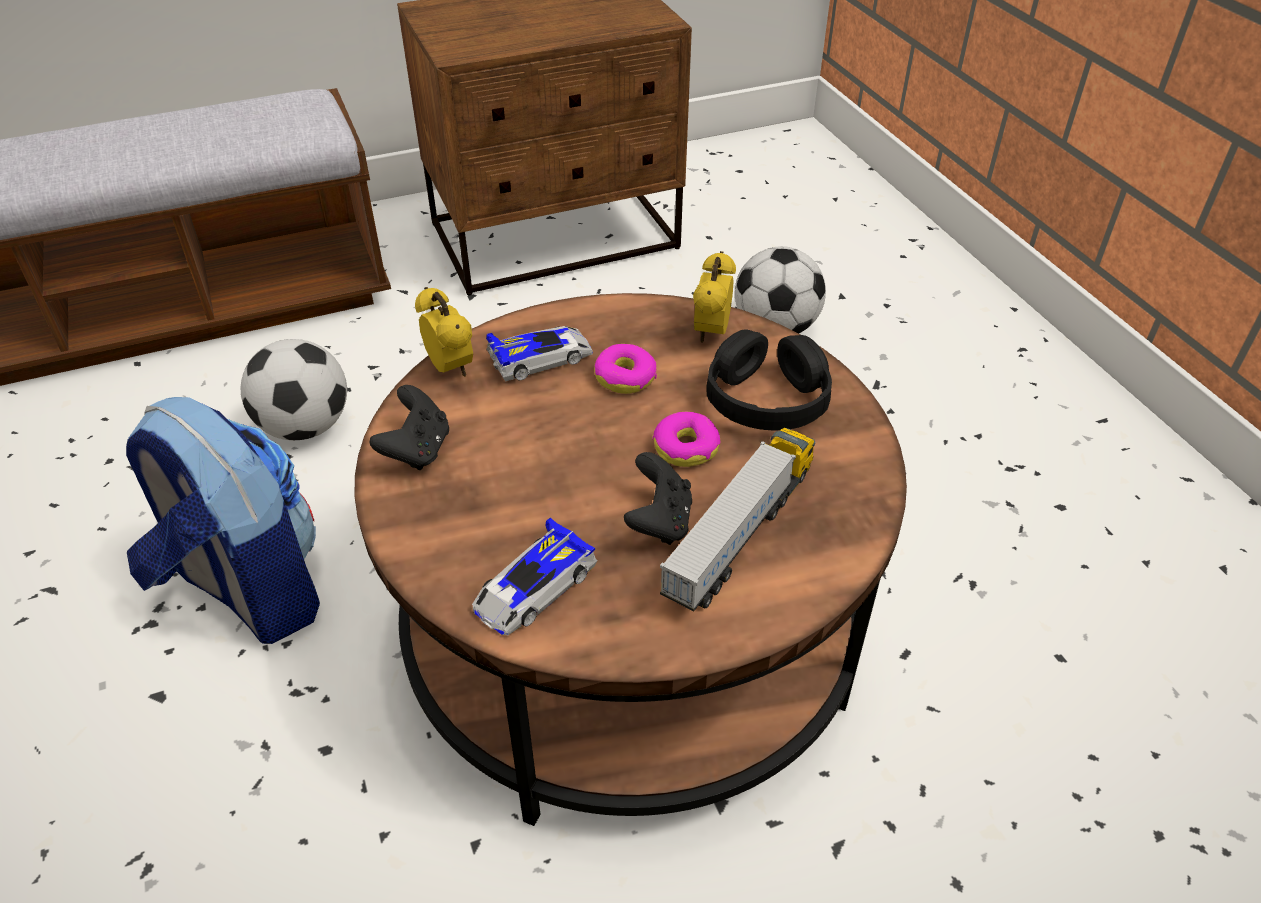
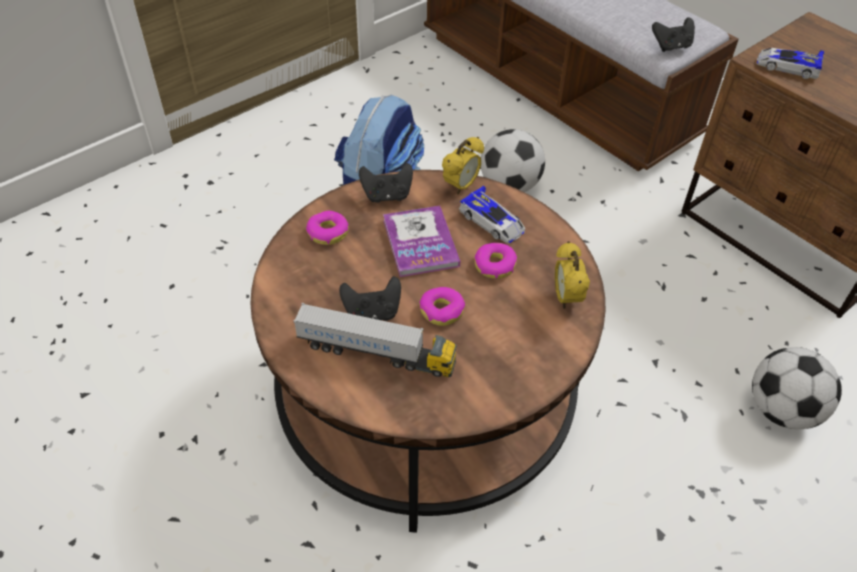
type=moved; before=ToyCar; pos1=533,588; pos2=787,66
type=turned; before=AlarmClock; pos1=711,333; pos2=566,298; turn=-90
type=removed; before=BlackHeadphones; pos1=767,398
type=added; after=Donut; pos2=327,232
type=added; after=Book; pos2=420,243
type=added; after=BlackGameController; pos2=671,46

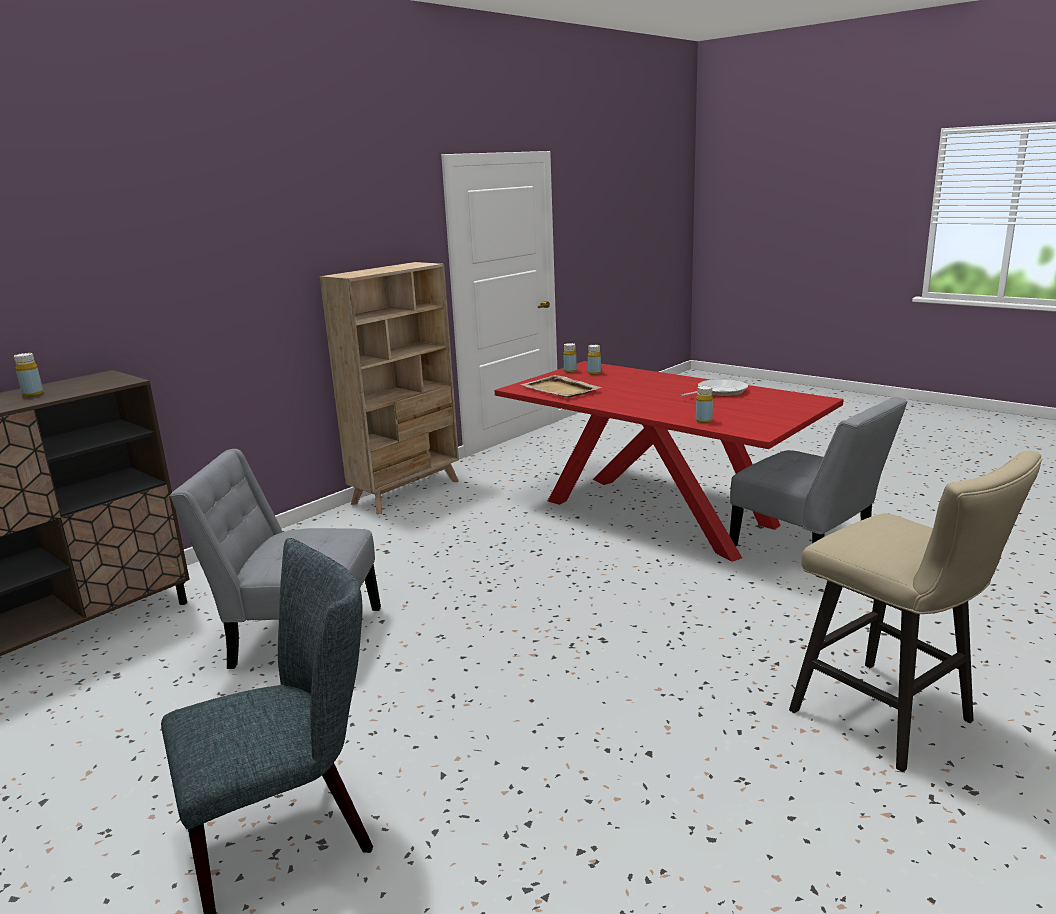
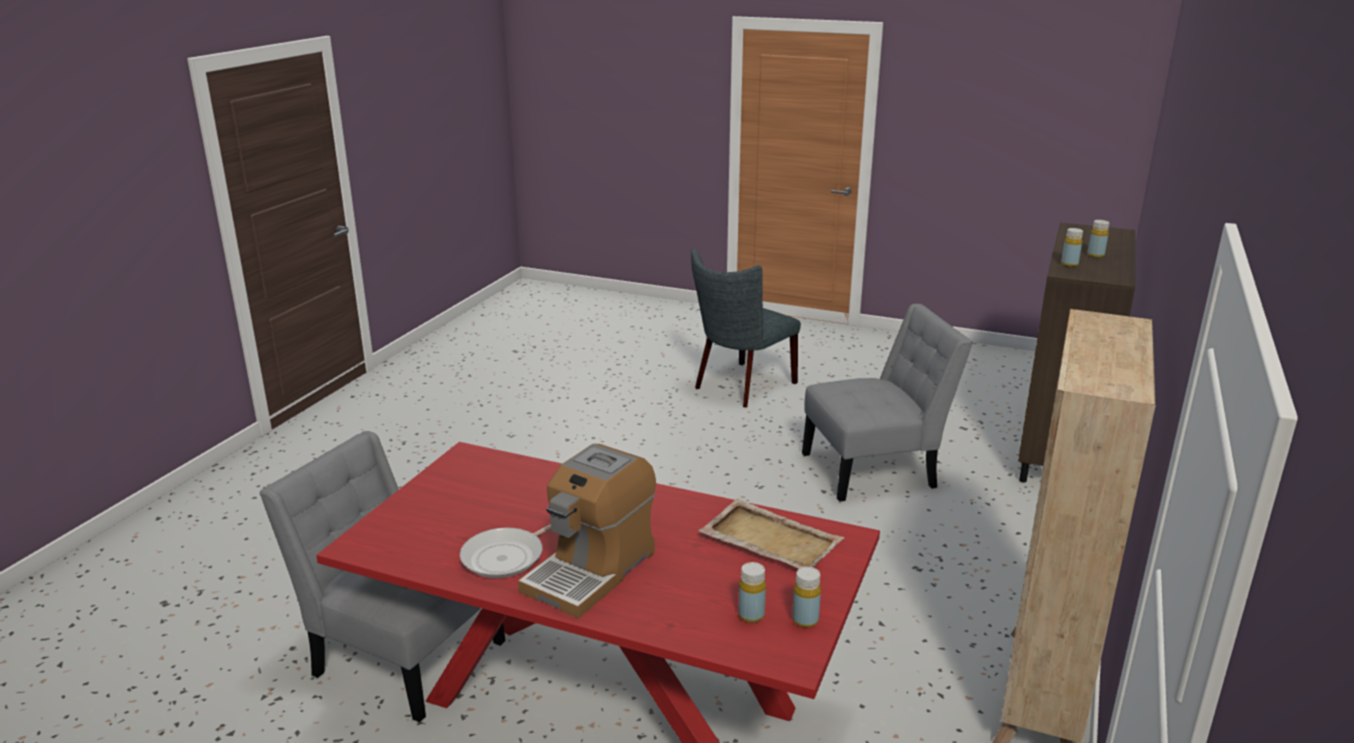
type=moved; before=YellowBottle; pos1=703,421; pos2=1069,264
type=removed; before=BeigeStool; pos1=892,720
type=added; after=CoffeeMachine; pos2=591,570

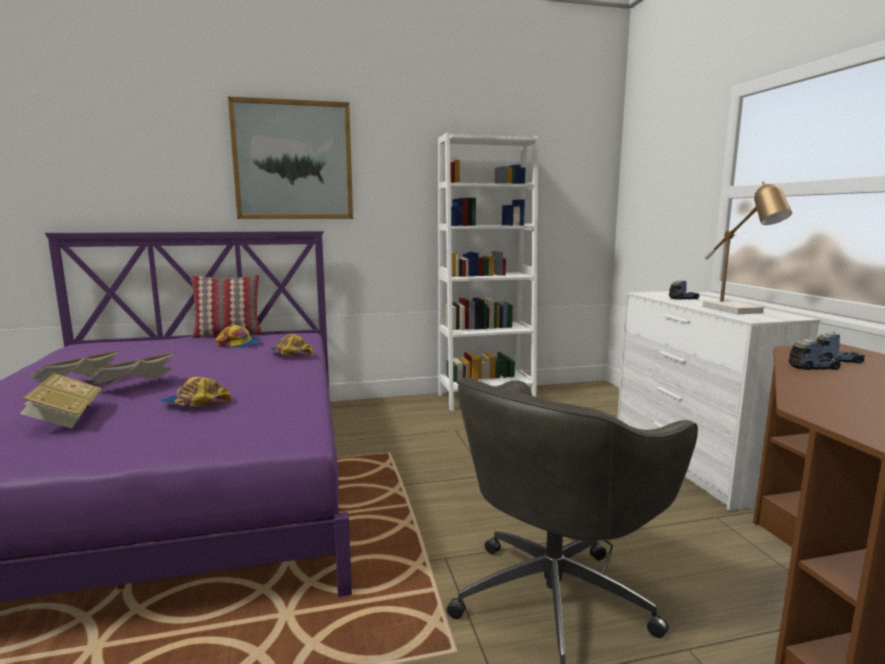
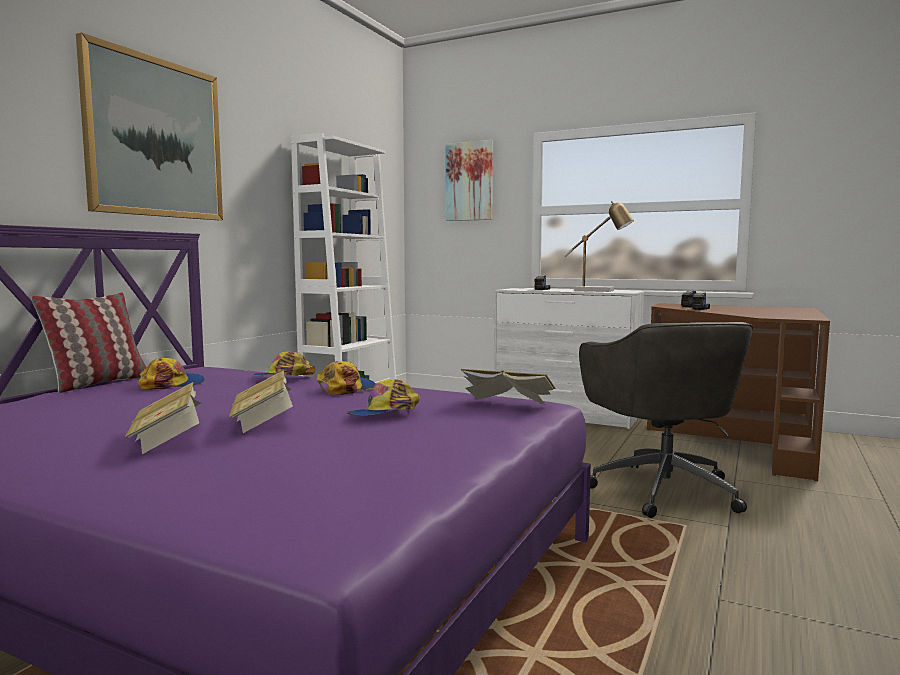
type=moved; before=Book; pos1=66,417; pos2=507,405
type=added; after=Cap; pos2=346,388
type=added; after=Picture; pos2=469,181

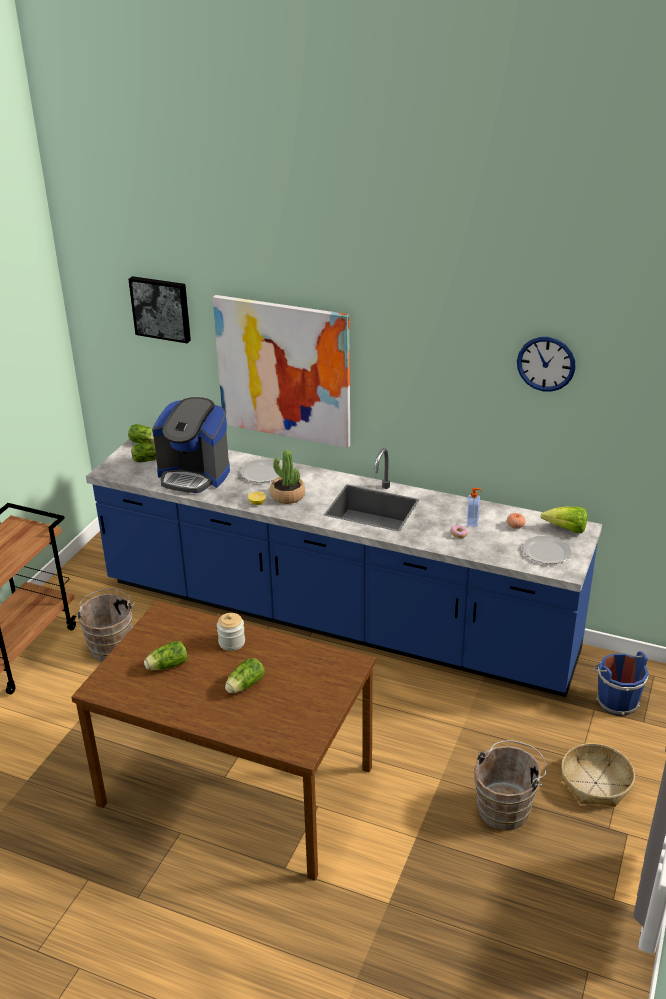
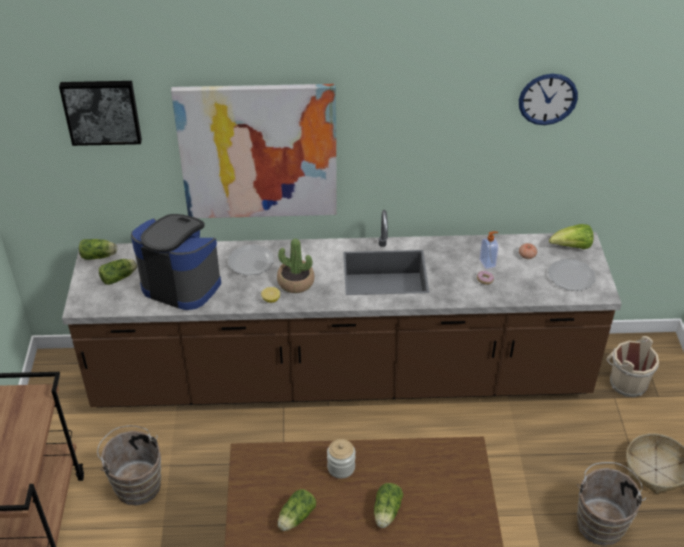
type=recoloured; before=BlueCounter; after=BrownCounter; pos1=335,619; pos2=342,380
type=turned; before=CoffeeMachine; pos1=194,475; pos2=181,284; turn=-150
type=recoloured; before=BlueBucket; after=BeigeBucket; pos1=615,700; pos2=626,383

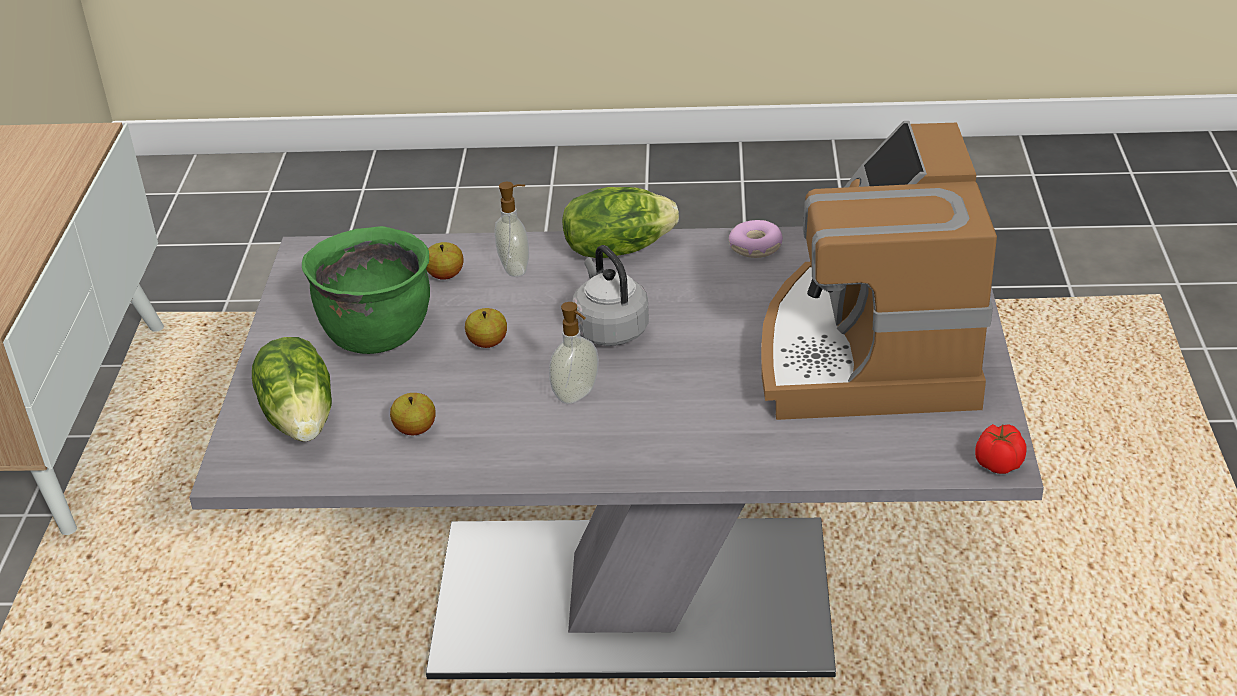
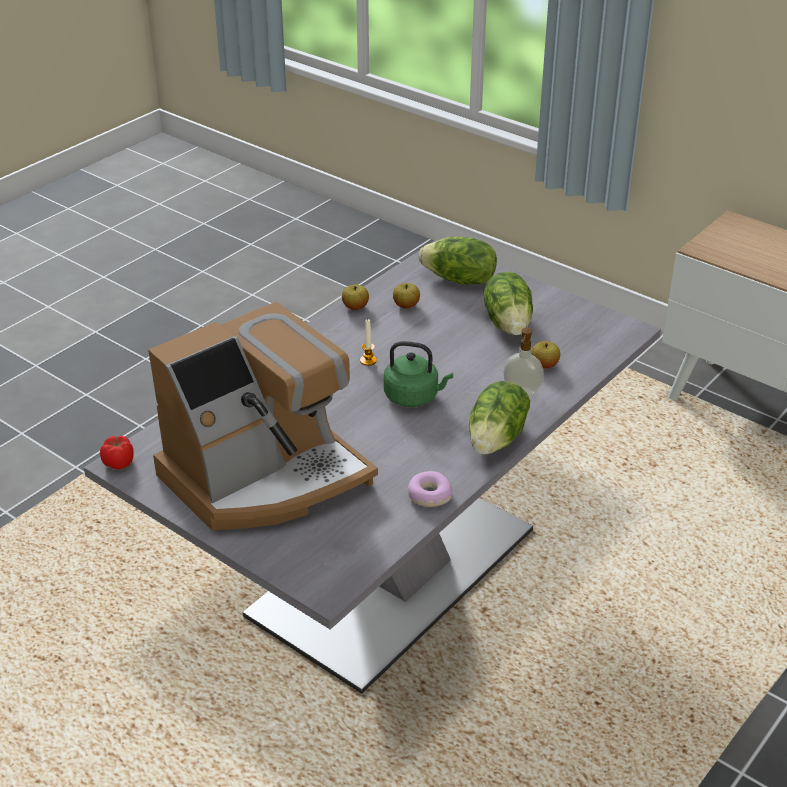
type=replaced; before=GreenCookingPot; after=Lettuce; pos1=377,333; pos2=509,323
type=moved; before=Apple; pos1=487,343; pos2=355,307
type=replaced; before=SoapDispenser; after=Candle; pos1=577,395; pos2=368,360
type=recoloured; before=GreyKettle; after=GreenKettle; pos1=609,328; pos2=414,397
type=turned; before=CoffeeMachine; pos1=868,351; pos2=266,476; turn=105

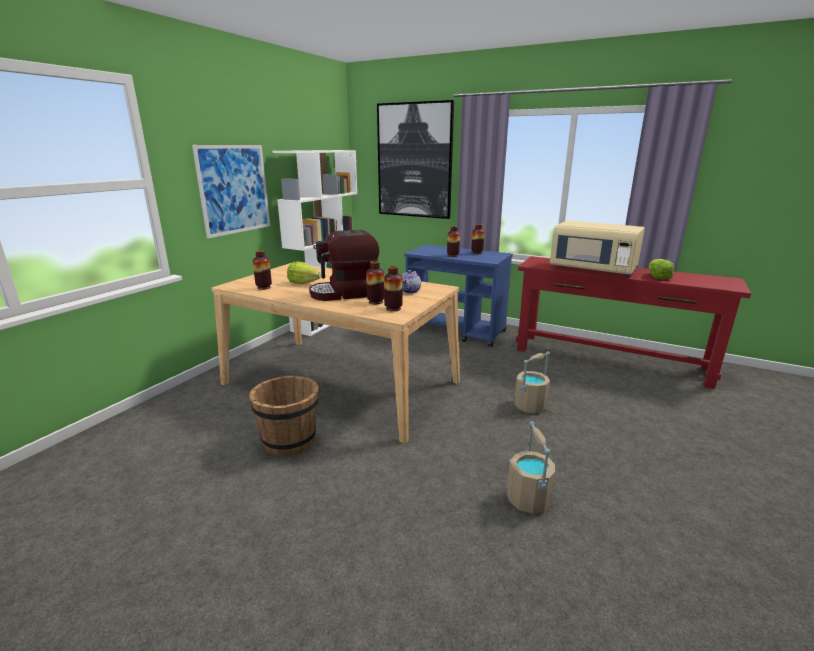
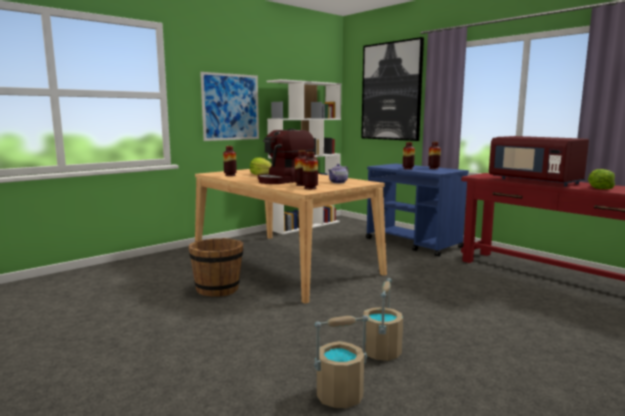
type=turned; before=CoffeeMachine; pos1=345,293; pos2=285,180; turn=-45
type=moved; before=BeigeBucket; pos1=530,406; pos2=339,396
type=recoloured; before=BeigeMicrowave; after=RedMicrowave; pos1=593,270; pos2=535,181

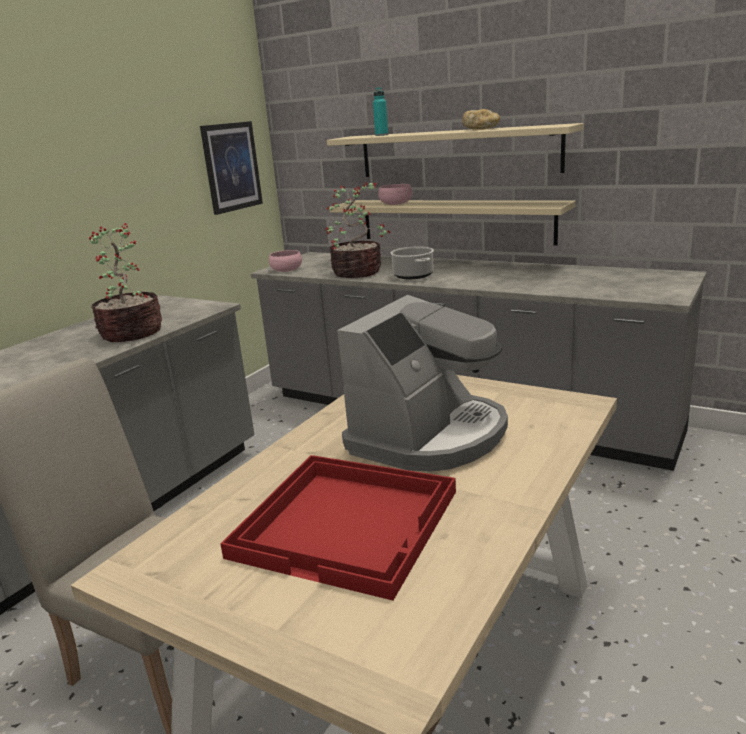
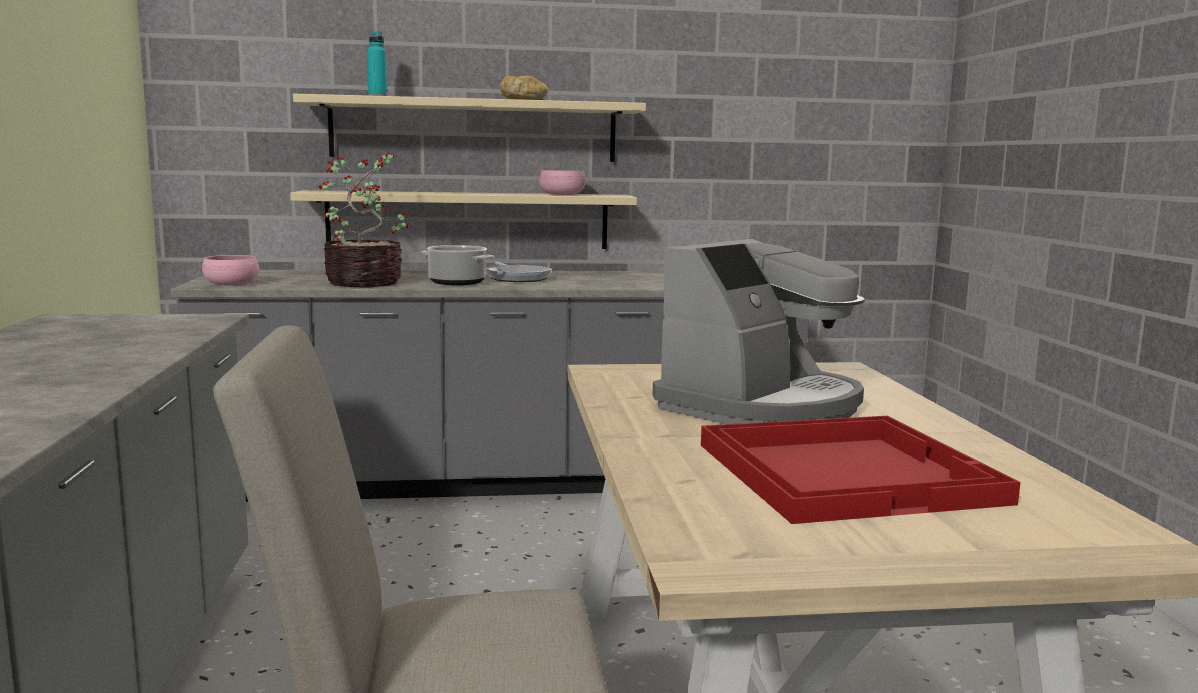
type=removed; before=PottedPlant; pos1=132,333
type=removed; before=Picture; pos1=231,167
type=turned; before=CoffeeMachine; pos1=429,435; pos2=761,405; turn=45
type=moved; before=PinkBowl; pos1=395,203; pos2=562,194
type=added; after=FryingPan; pos2=517,278

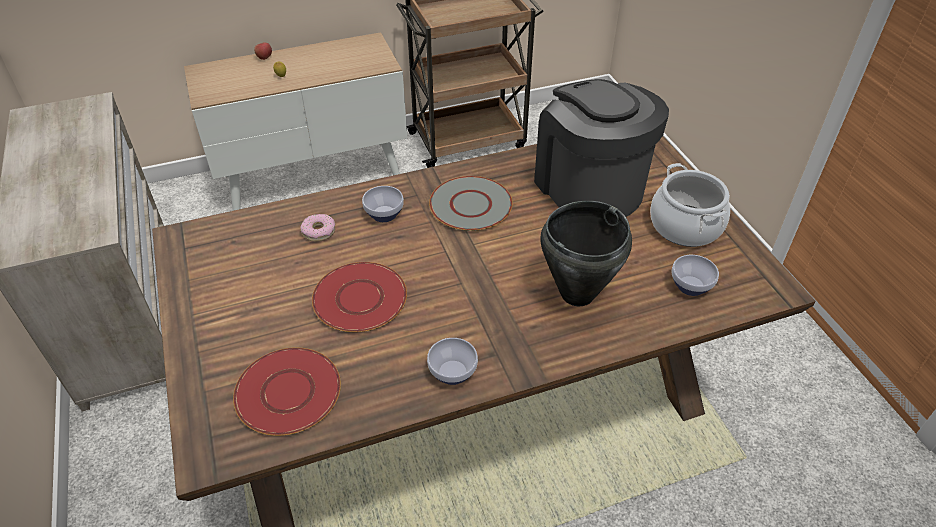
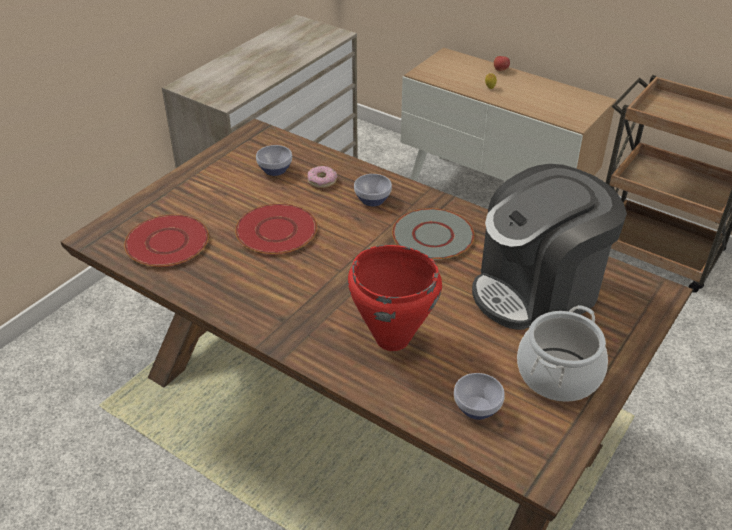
type=moved; before=Bowl; pos1=452,371; pos2=276,169
type=turned; before=CoffeeMachine; pos1=589,187; pos2=537,291; turn=-150
type=recoloured; before=BlackCookingPot; after=RedCookingPot; pos1=576,293; pos2=392,338

